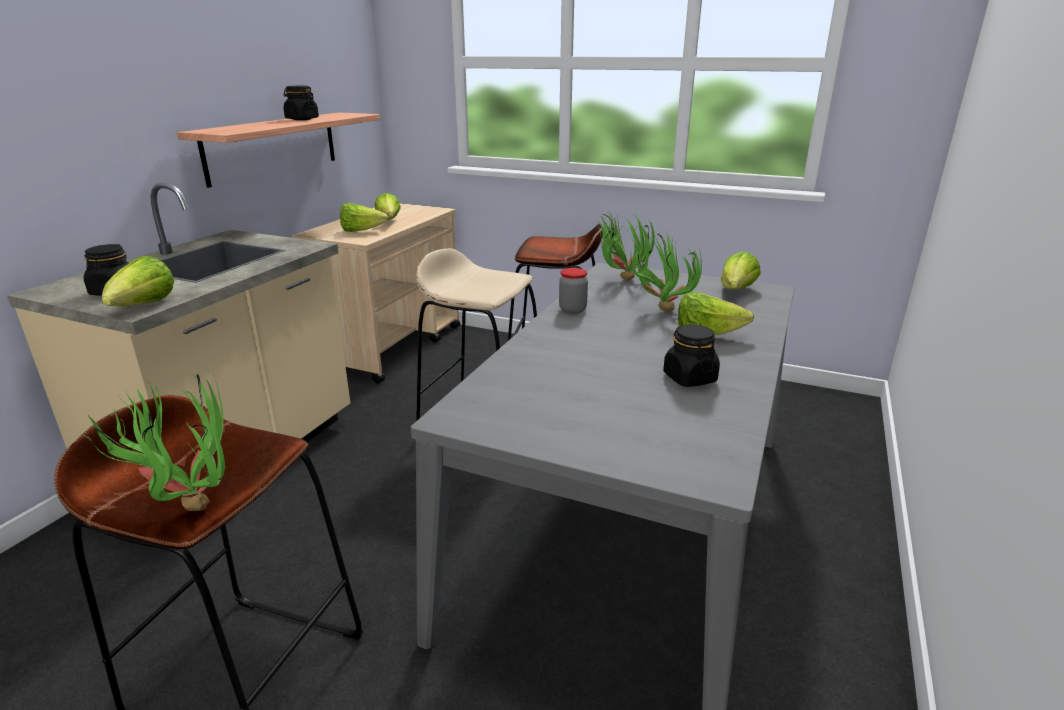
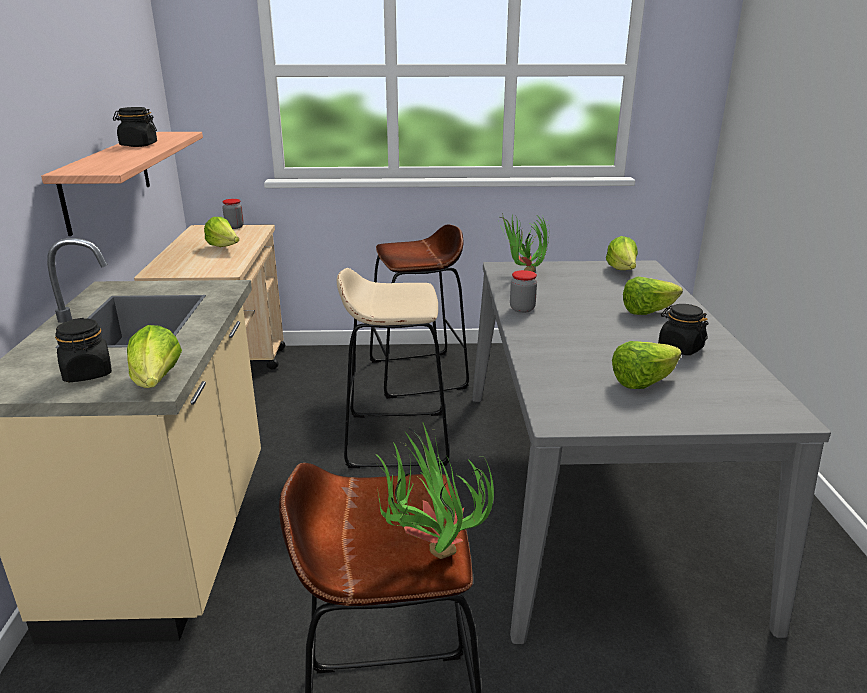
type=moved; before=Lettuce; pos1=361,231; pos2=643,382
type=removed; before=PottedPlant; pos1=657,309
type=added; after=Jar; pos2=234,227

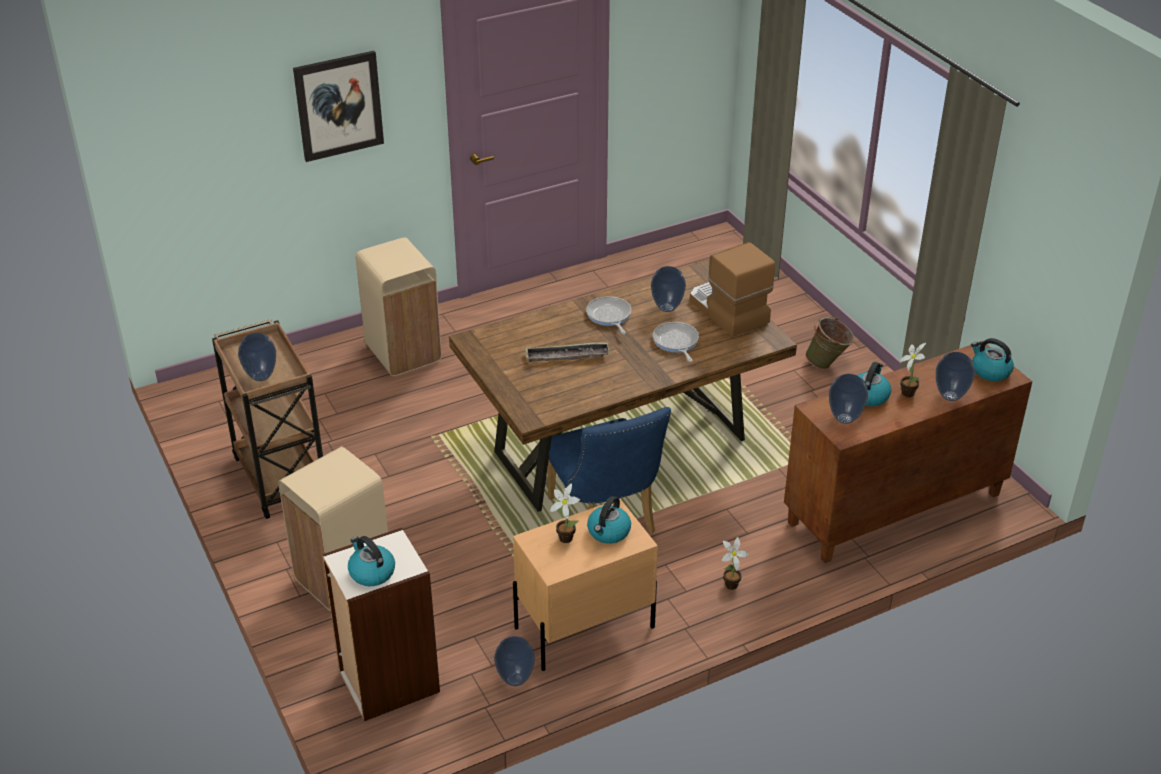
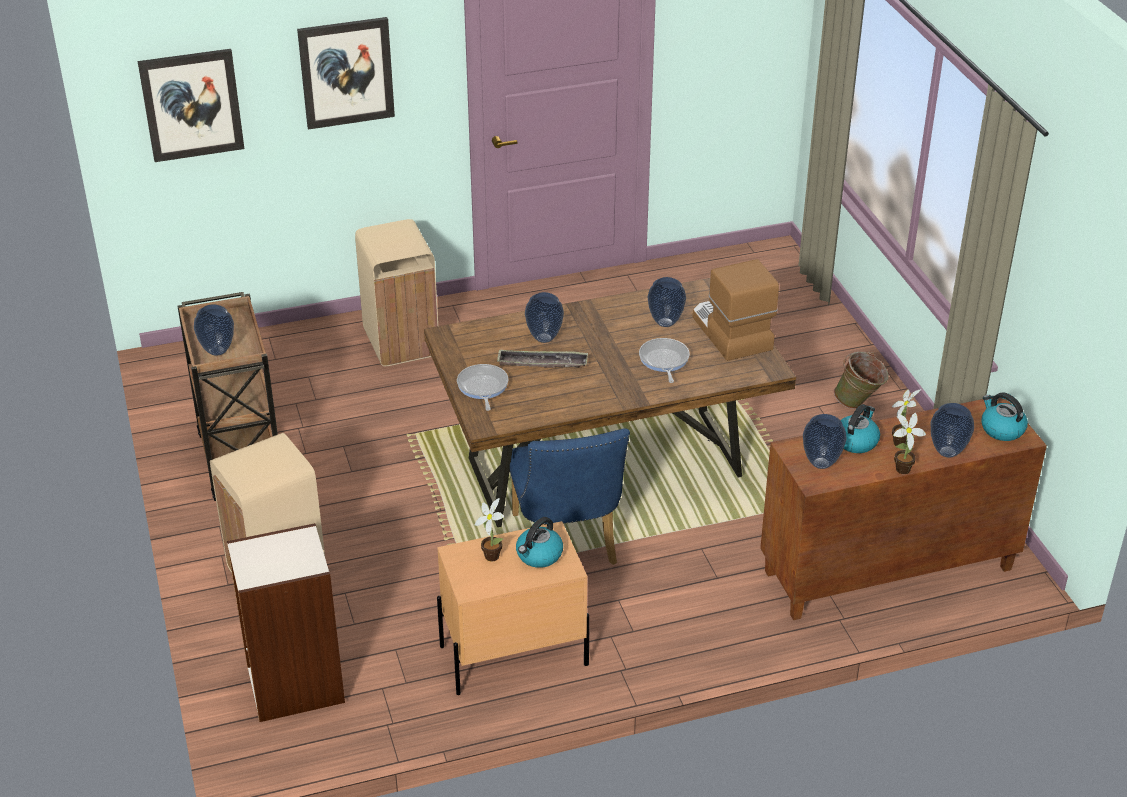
type=removed; before=Kettle; pos1=371,572
type=moved; before=Vase; pos1=515,679; pos2=544,337
type=moved; before=FryingPan; pos1=609,316; pos2=482,387
type=moved; before=PottedPlant; pos1=729,586; pos2=900,470
type=added; after=Picture; pos2=192,105

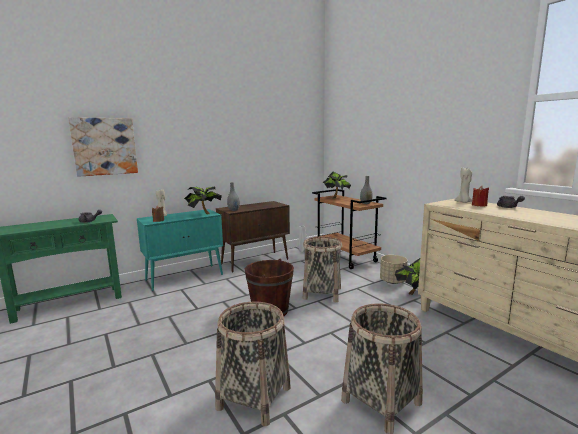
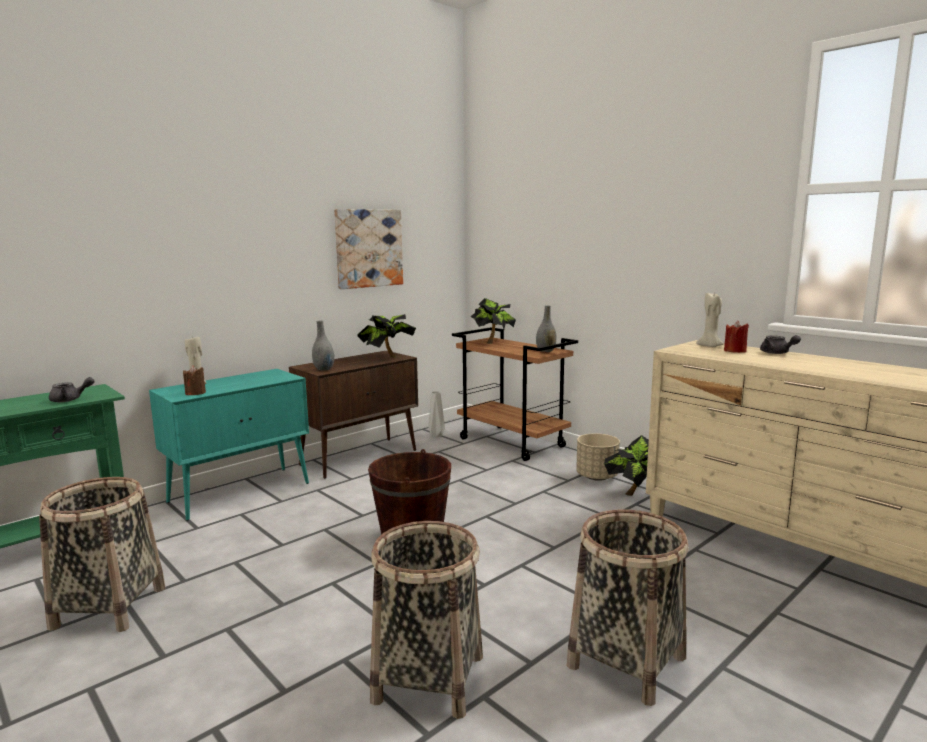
type=moved; before=Picture; pos1=104,146; pos2=368,248
type=moved; before=PottedPlant; pos1=203,214; pos2=387,357
type=moved; before=Basket; pos1=322,293; pos2=110,607

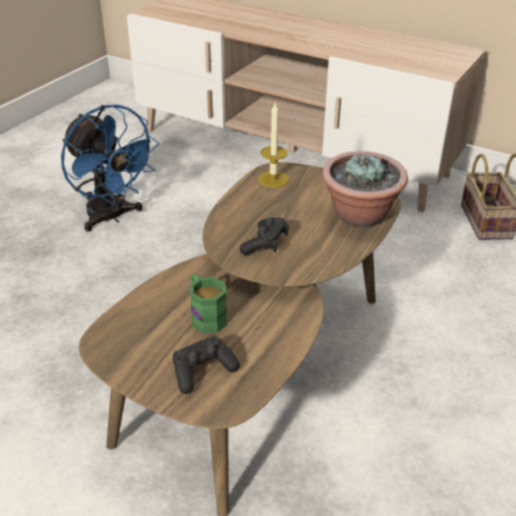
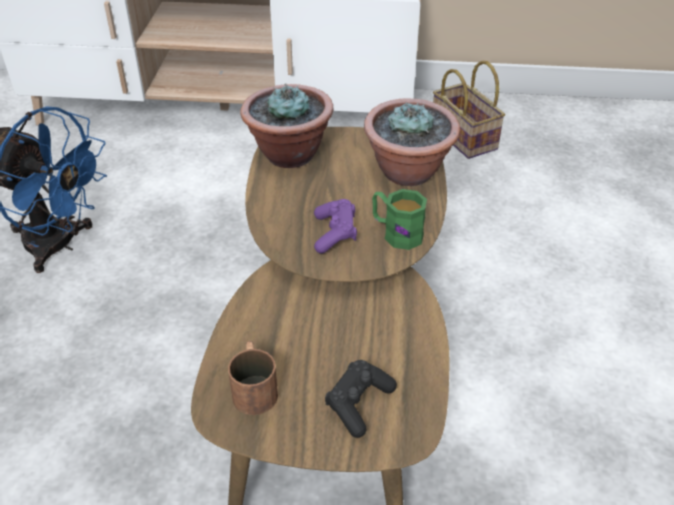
type=moved; before=GreenMug; pos1=205,316; pos2=396,233
type=recoloured; before=BlackGameController; after=PurpleGameController; pos1=265,244; pos2=335,234
type=replaced; before=Candle; after=PottedPlant; pos1=273,179; pos2=289,154
type=added; after=BrownMug; pos2=254,386

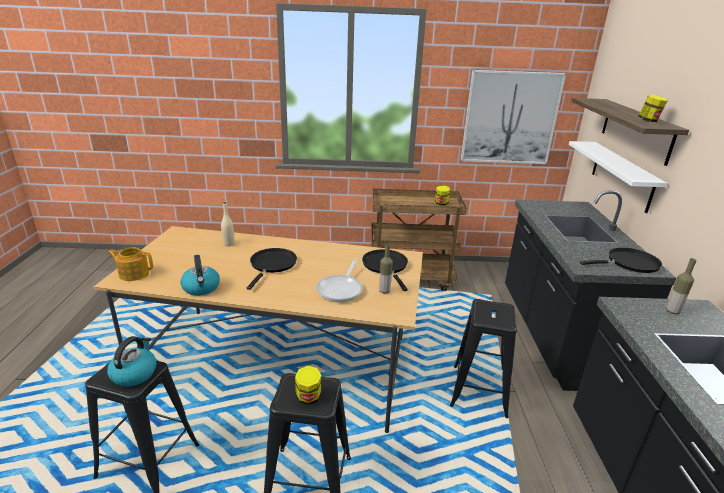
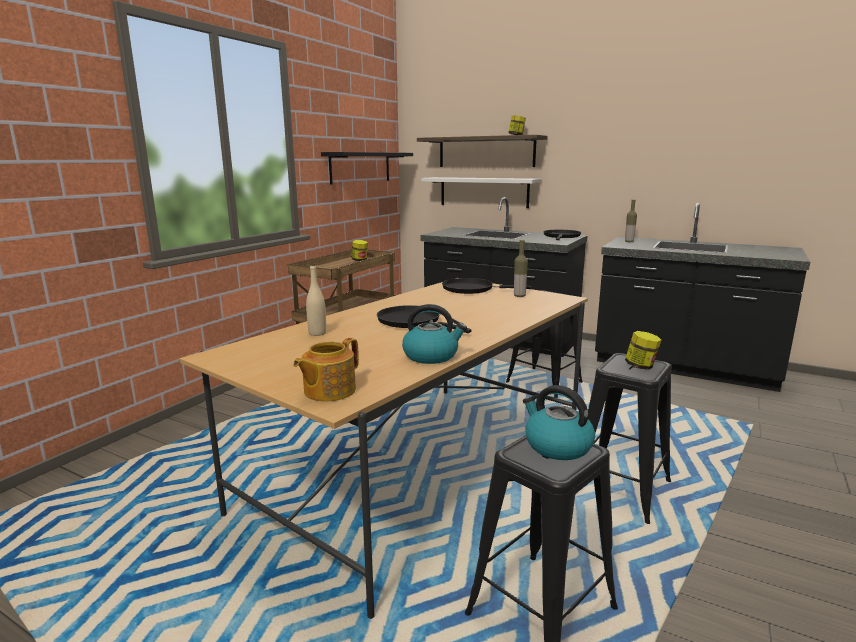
type=removed; before=FryingPan; pos1=341,289
type=replaced; before=Picture; after=BlackShelf; pos1=510,118; pos2=360,167

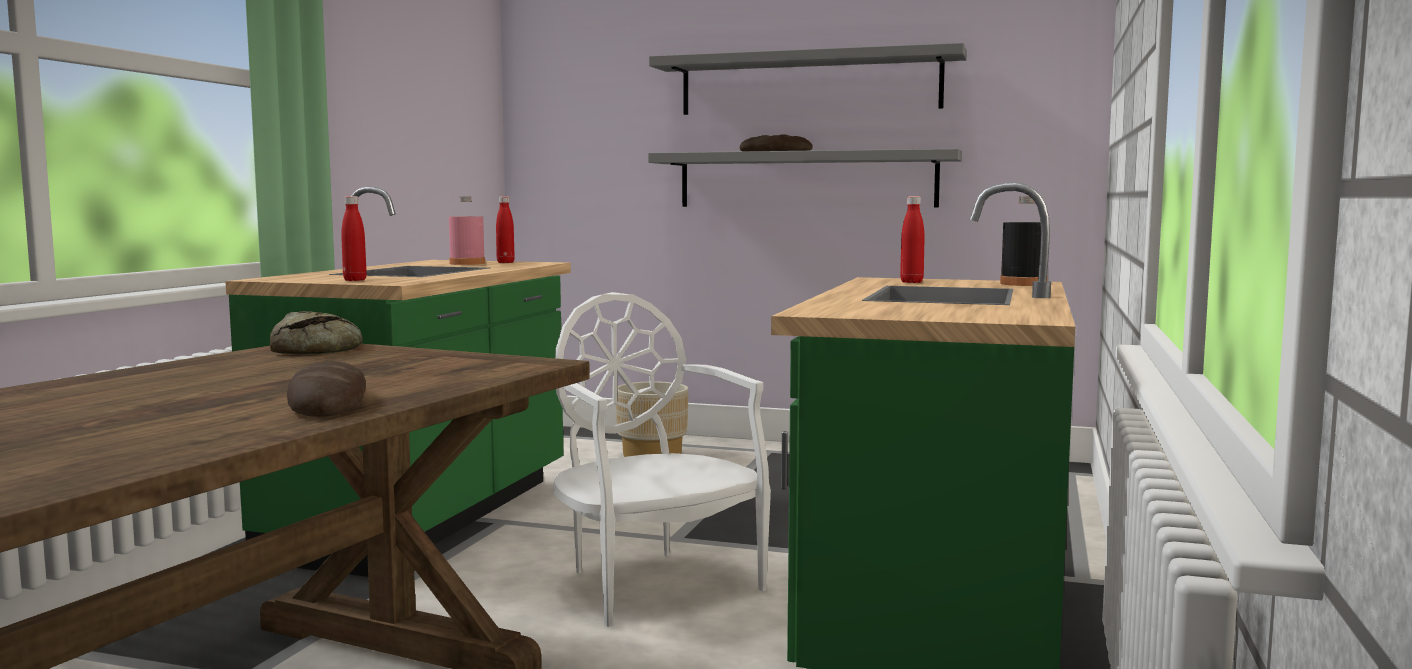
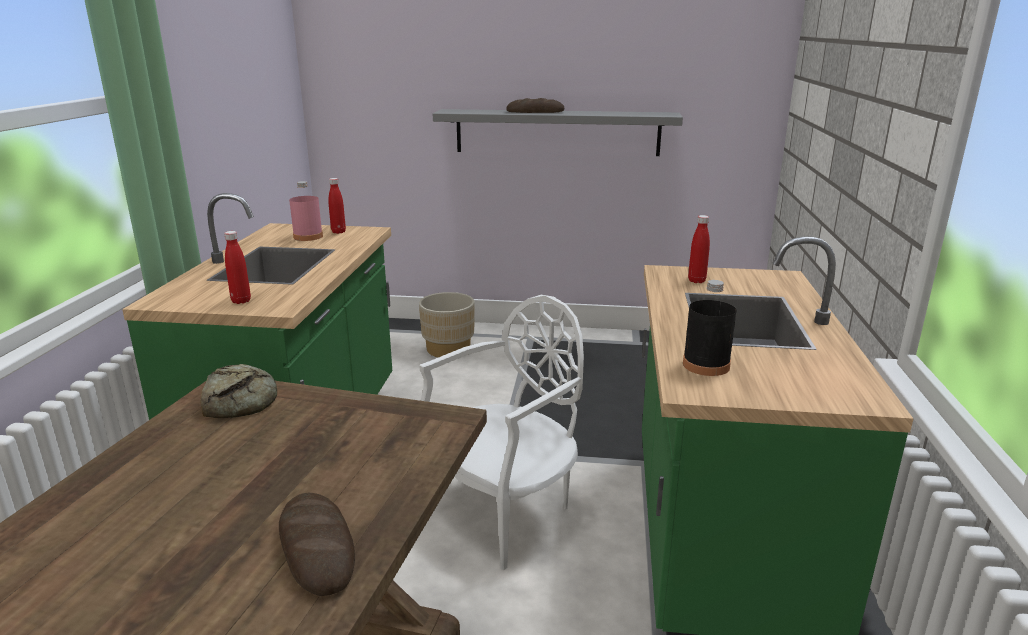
type=turned; before=WhiteChair; pos1=653,582; pos2=504,510; turn=90
type=removed; before=GreyShelf; pos1=809,84
type=moved; before=BlackBottle; pos1=1023,284; pos2=706,365

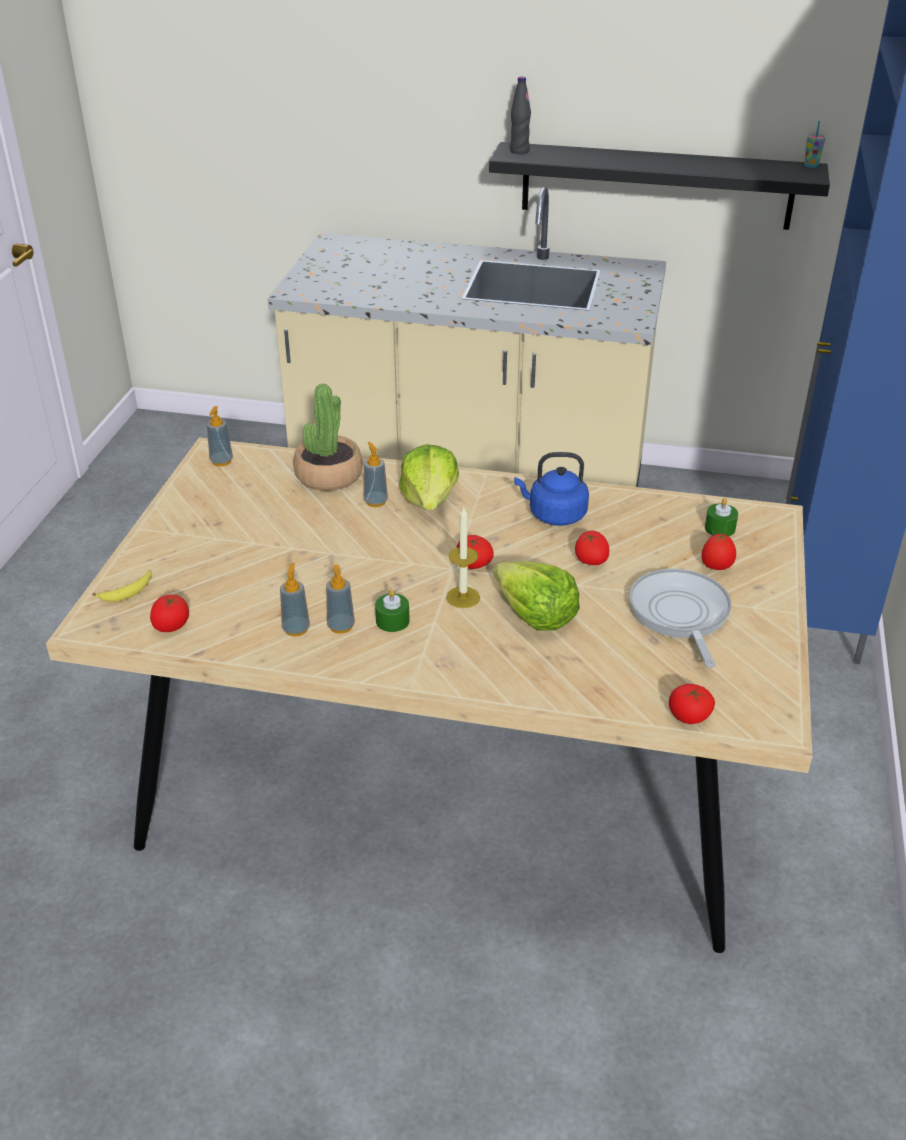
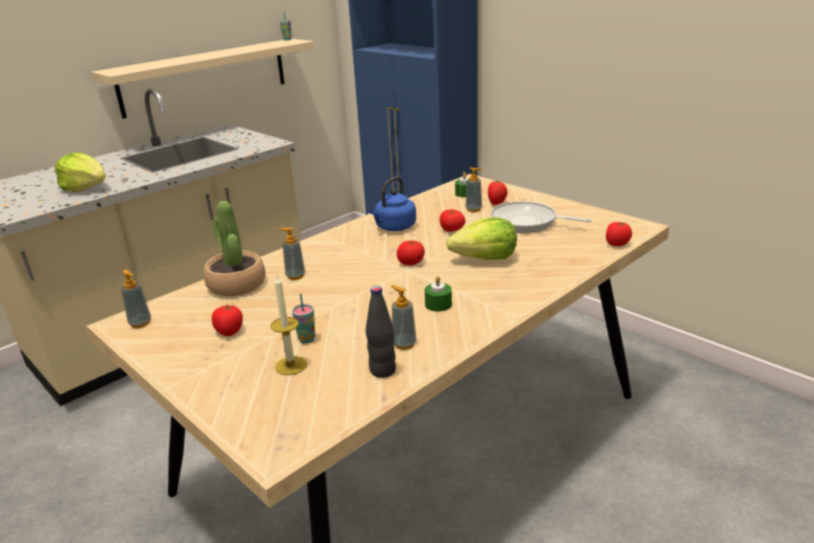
type=removed; before=Banana; pos1=127,592
type=moved; before=Tomato; pos1=171,625; pos2=229,331
type=moved; before=SoapDispenser; pos1=341,626; pos2=473,209
type=moved; before=Lettuce; pos1=430,499; pos2=86,188
type=moved; before=Candle; pos1=463,597; pos2=291,365
type=recoloured; before=BlackShelf; after=BeigeShelf; pos1=656,186; pos2=205,76
type=moved; before=BlackBottle; pos1=519,151; pos2=382,370
type=added; after=Cup; pos2=307,339

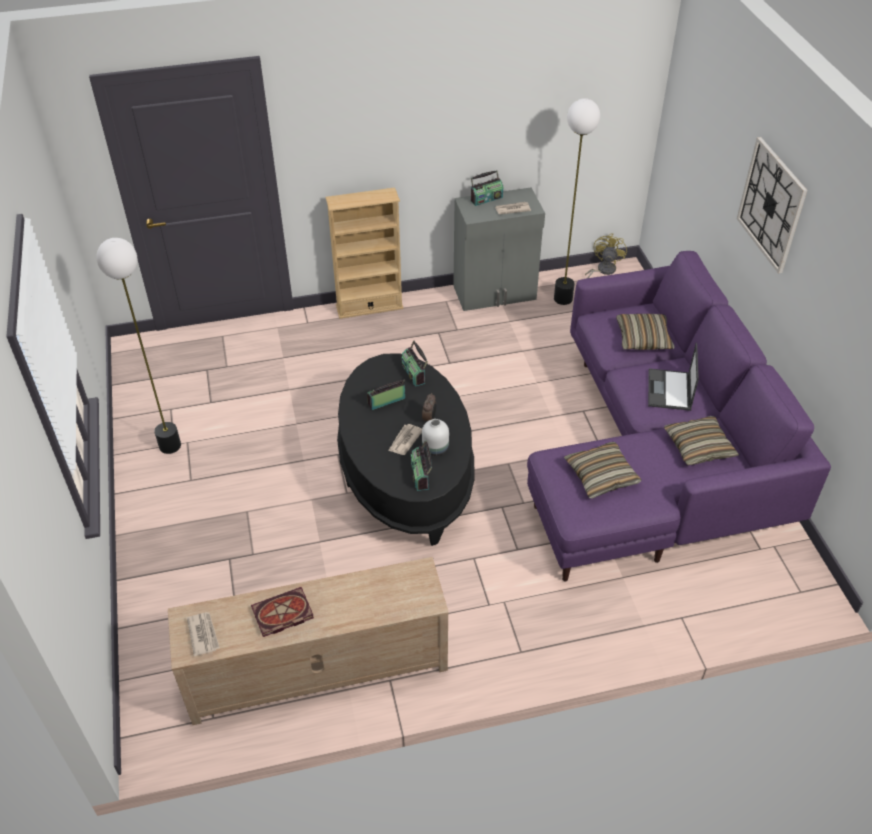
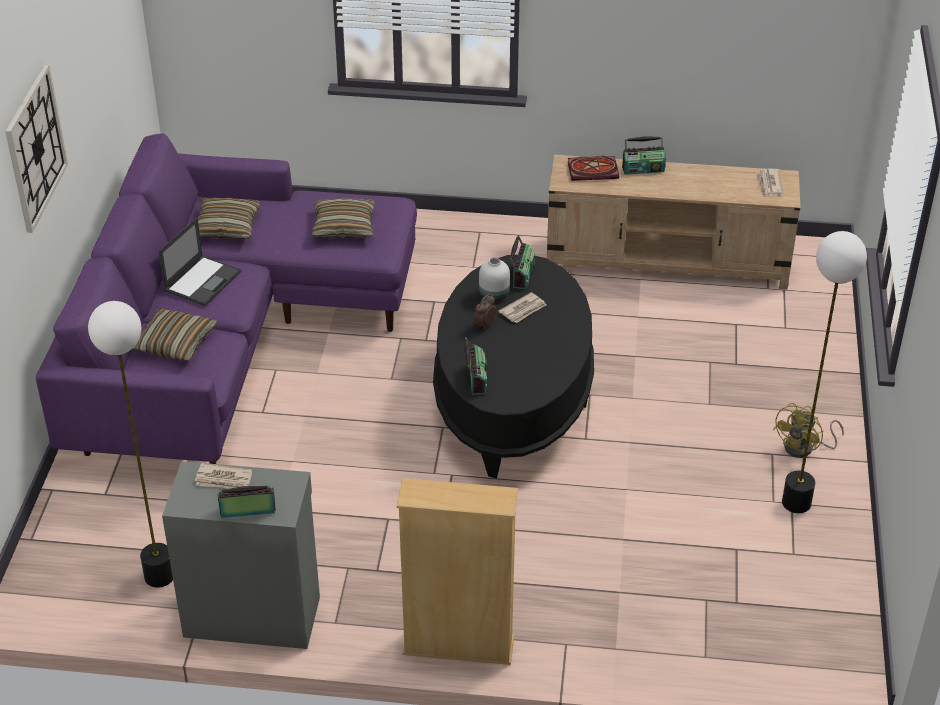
type=moved; before=Book; pos1=281,614; pos2=594,170
type=moved; before=Radio; pos1=387,401; pos2=643,169
type=moved; before=YellowFan; pos1=602,270; pos2=804,448

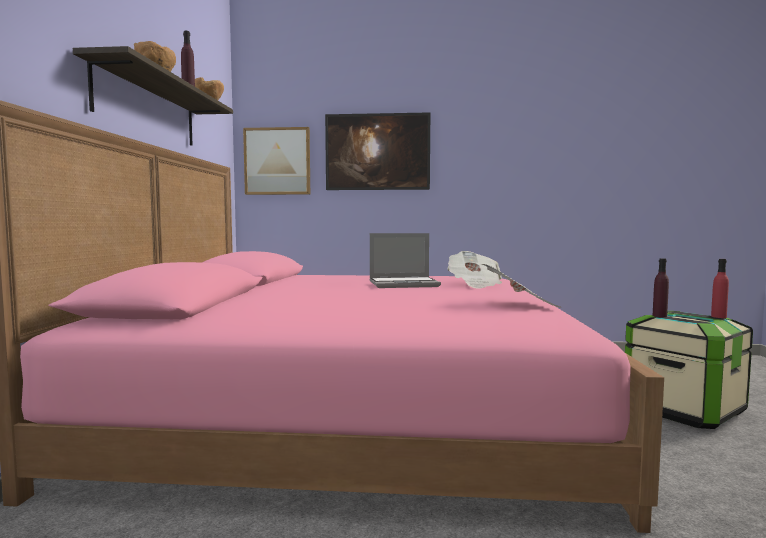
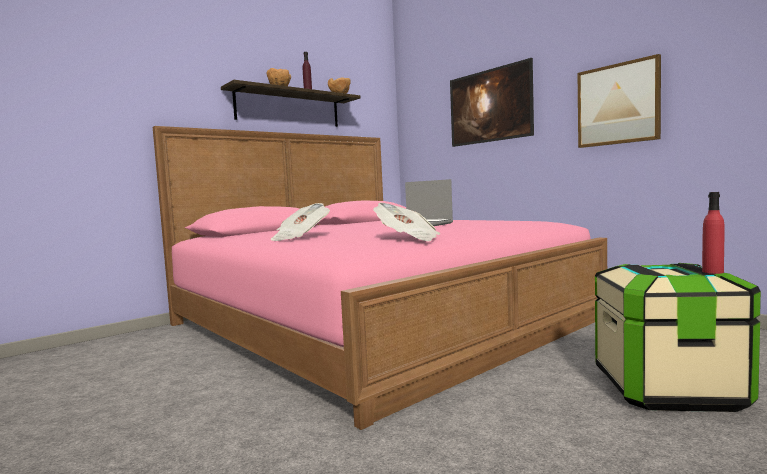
type=moved; before=Picture; pos1=277,161; pos2=618,104
type=moved; before=Newspaper; pos1=474,285; pos2=300,238
type=removed; before=PurpleBottle; pos1=659,316

